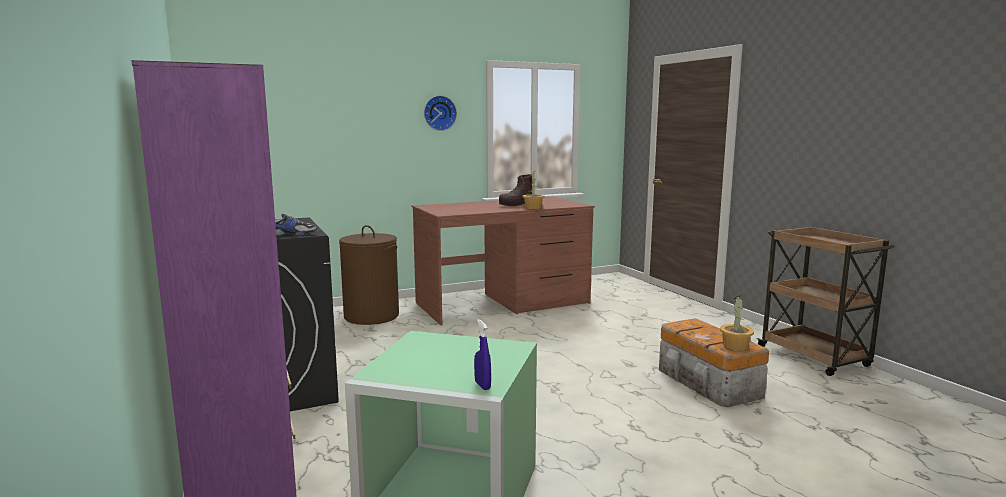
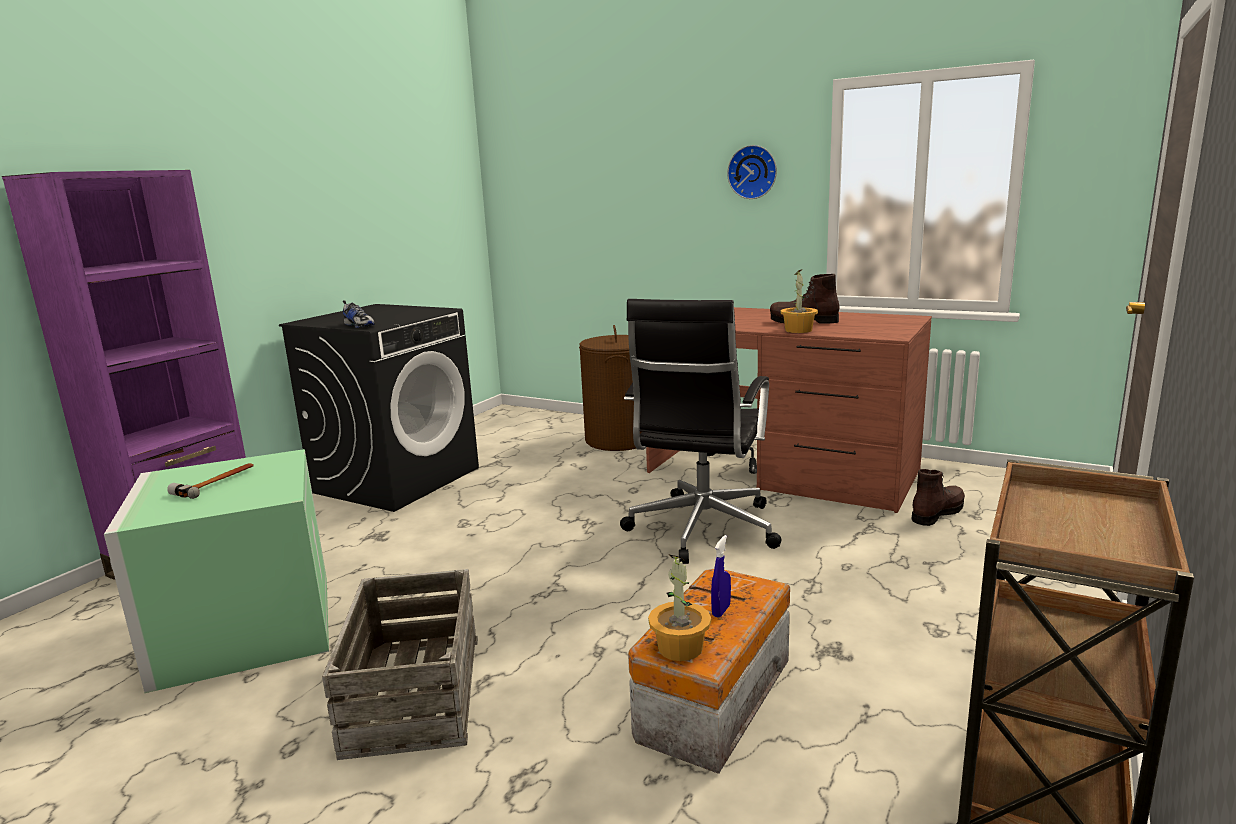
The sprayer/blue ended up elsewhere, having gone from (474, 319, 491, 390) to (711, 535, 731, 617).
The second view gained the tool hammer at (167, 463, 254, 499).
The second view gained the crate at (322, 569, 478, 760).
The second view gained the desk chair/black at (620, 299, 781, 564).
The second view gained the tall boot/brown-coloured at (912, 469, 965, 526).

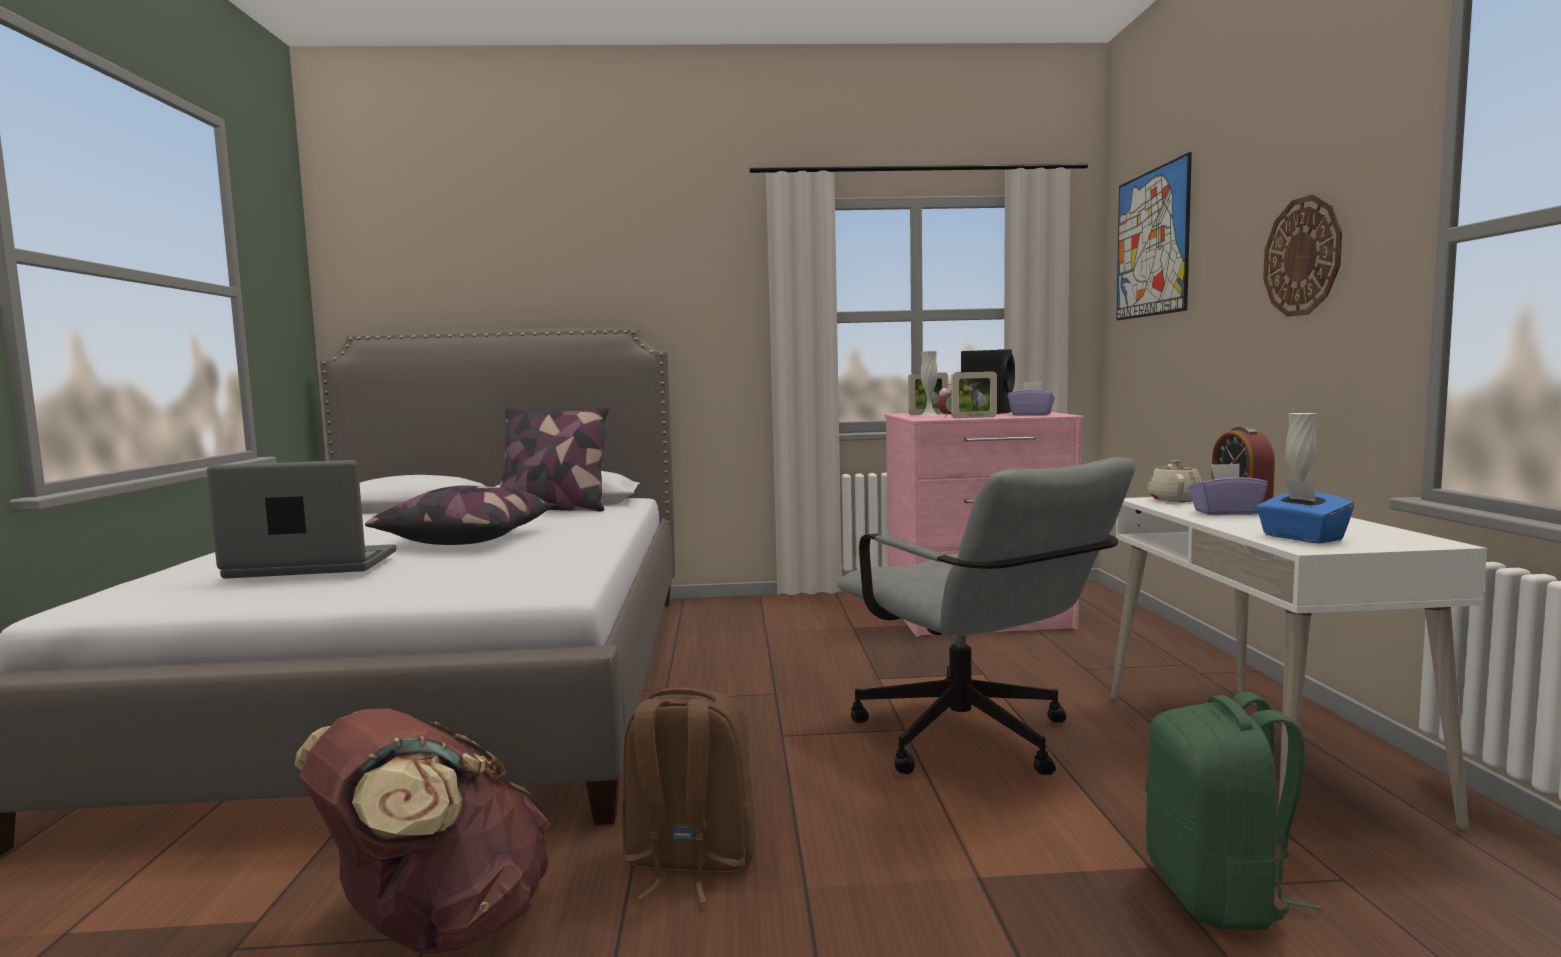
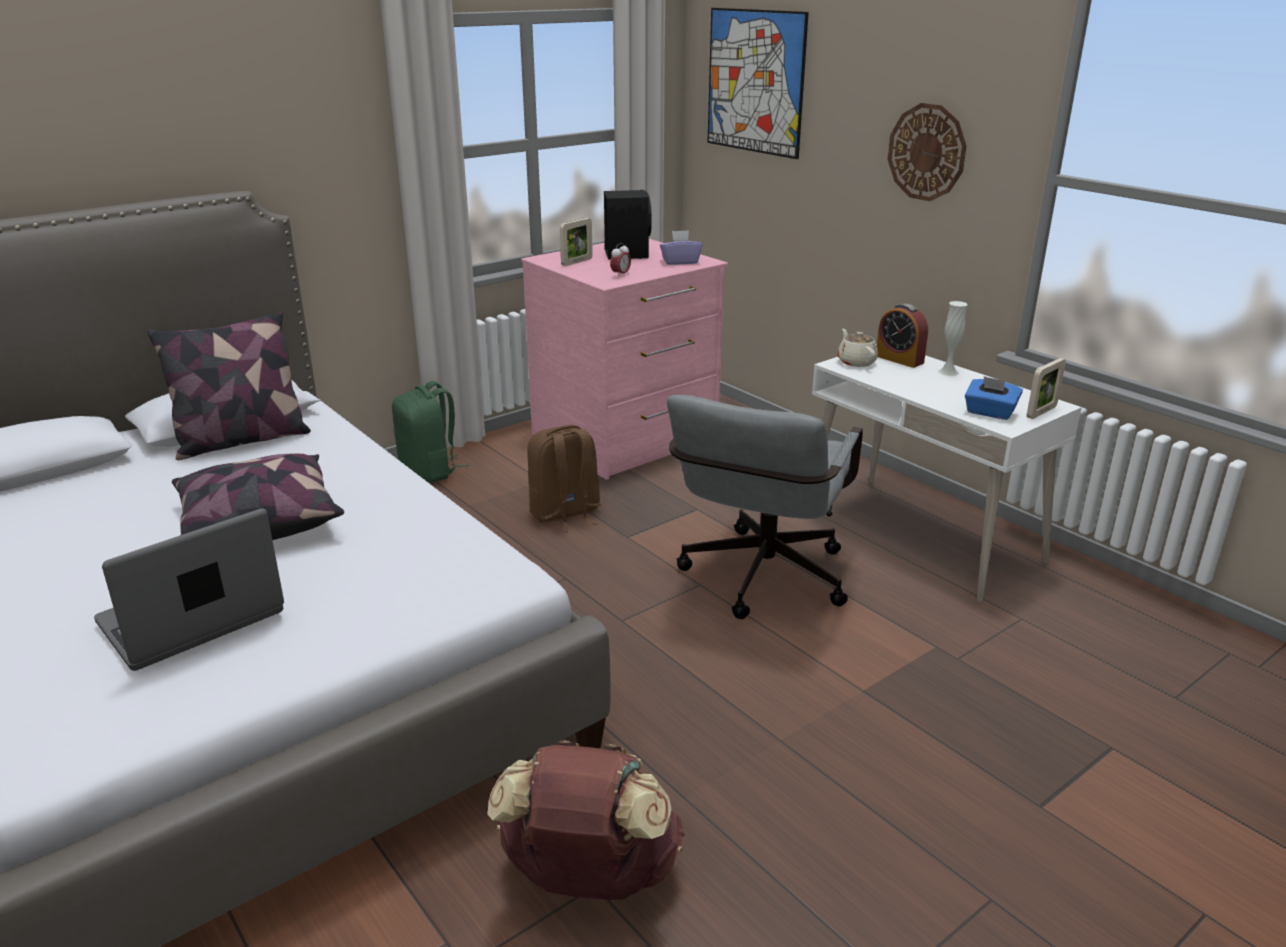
The knapsack/brown-coloured ended up elsewhere, having gone from (622, 687, 756, 904) to (527, 425, 601, 532).
The desk chair/greyish at (837, 457, 1135, 775) ended up facing another way, 90 degrees clockwise from before.
The second view lost the decorative vase/white-coloured at (920, 351, 938, 416).
The picture frame ended up elsewhere, having gone from (951, 371, 997, 418) to (1027, 358, 1066, 419).
The knapsack/green-coloured ended up elsewhere, having gone from (1146, 692, 1321, 930) to (392, 381, 469, 483).
The second view lost the tissue box/purple-coloured at (1188, 463, 1268, 515).

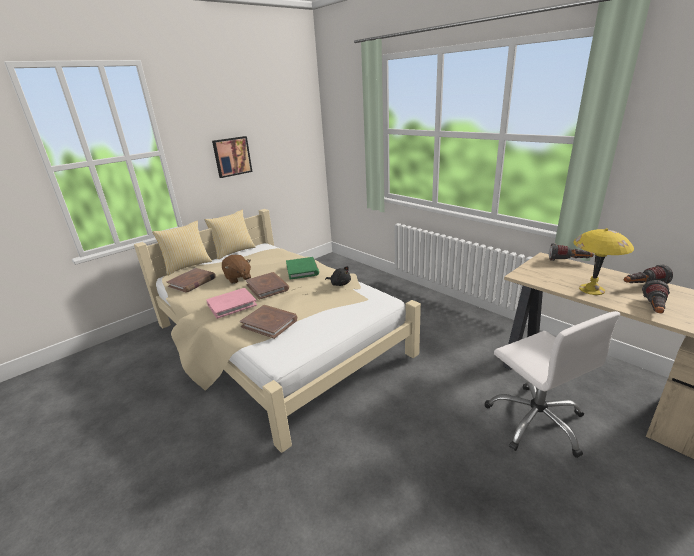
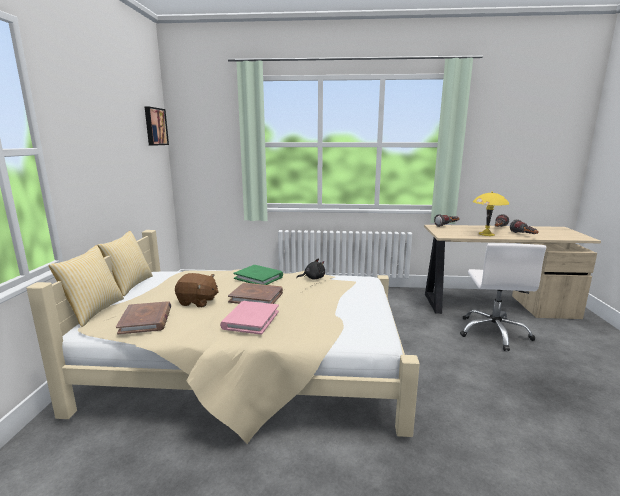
The picture ended up elsewhere, having gone from (212, 136, 252, 178) to (145, 107, 169, 146).
The second view lost the book/brown-coloured at (240, 305, 297, 339).
The desk chair/white-coloured at (484, 311, 620, 458) ended up facing another way, 75 degrees clockwise from before.

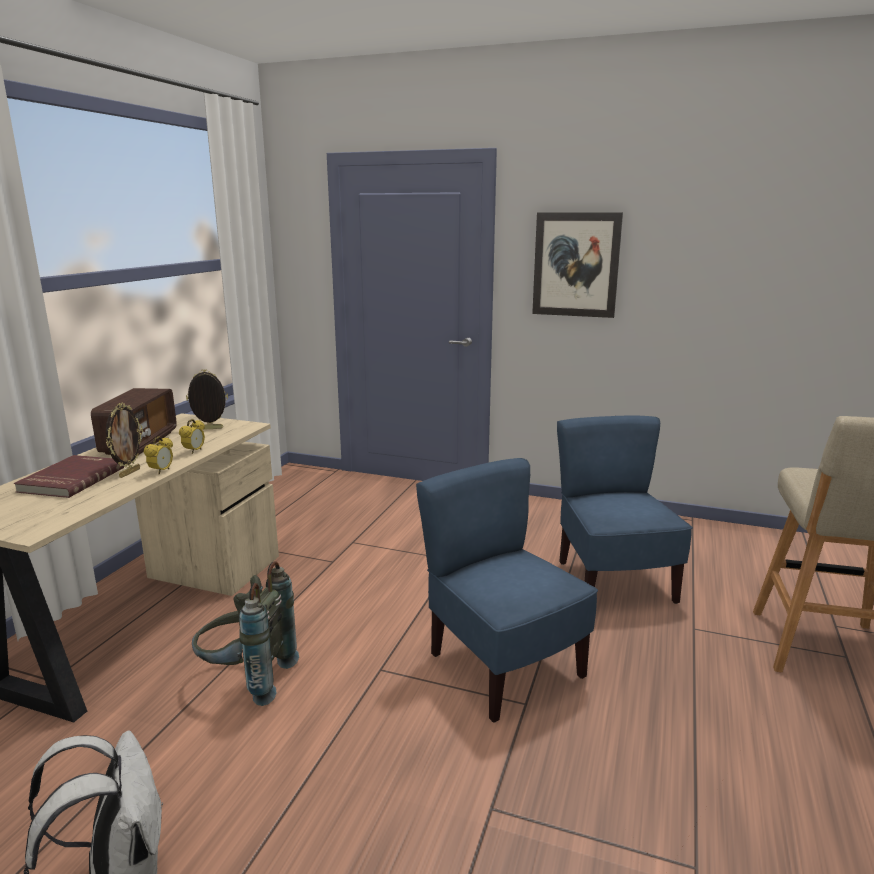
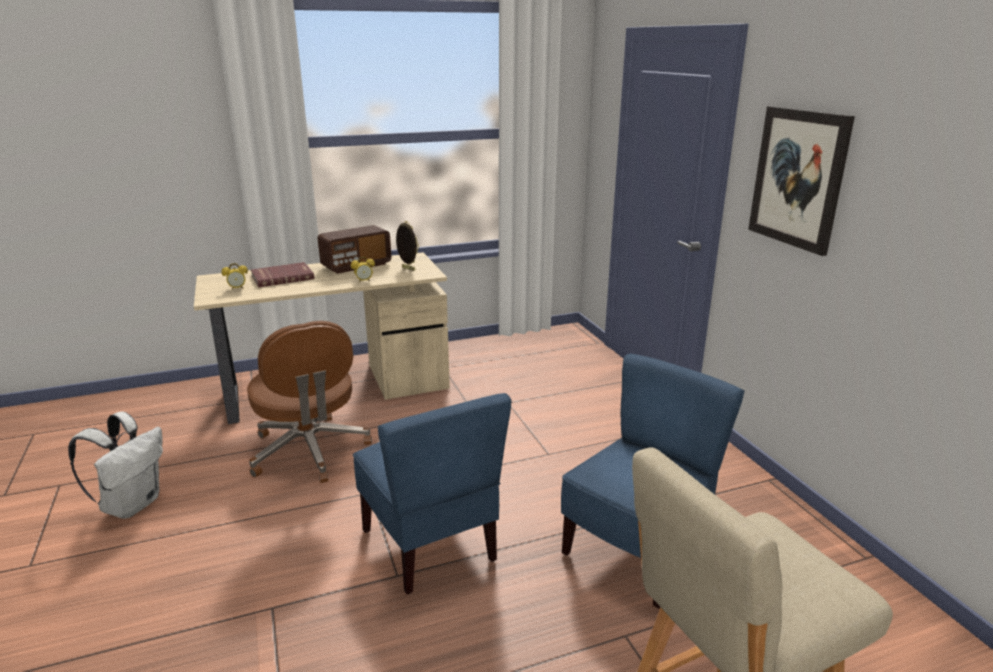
The second view lost the picture frame at (106, 403, 143, 478).
The table clock ended up elsewhere, having gone from (144, 436, 173, 474) to (221, 263, 248, 290).
Where the knapsack/greyish stood at (192, 561, 299, 706), the desk chair/brown-coloured came to stand at (247, 321, 372, 483).
The upright chair/blue at (416, 458, 598, 723) ended up facing another way, 135 degrees clockwise from before.

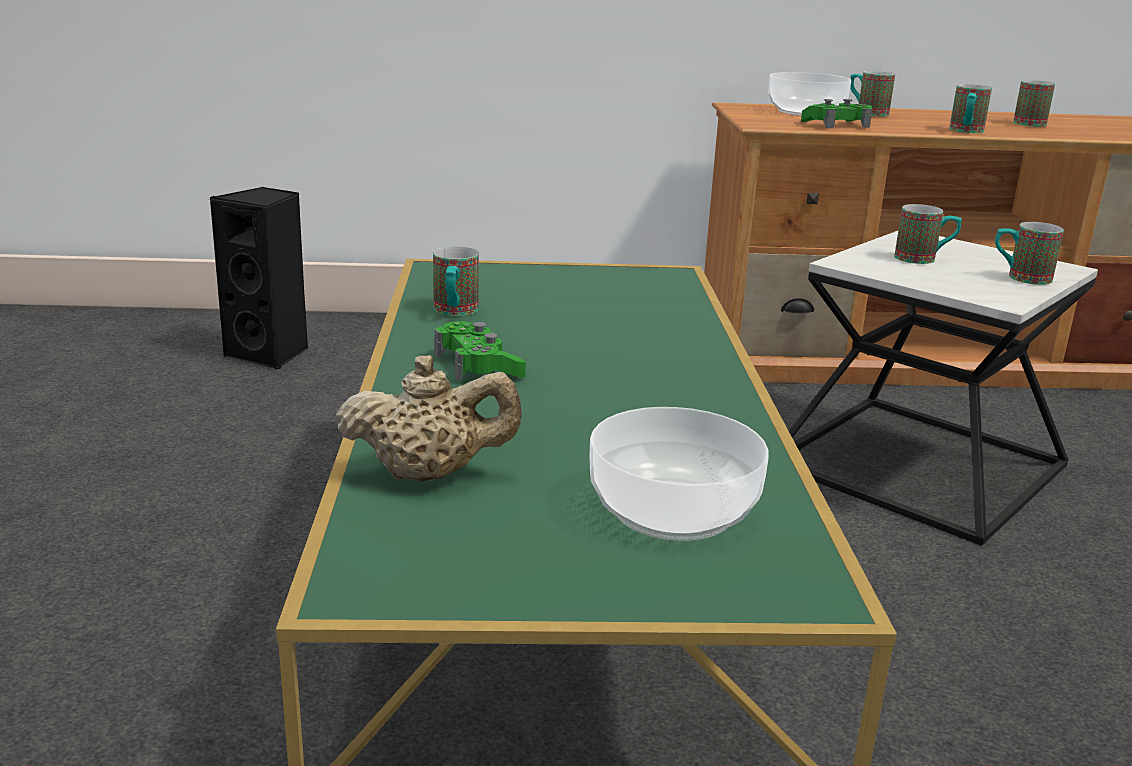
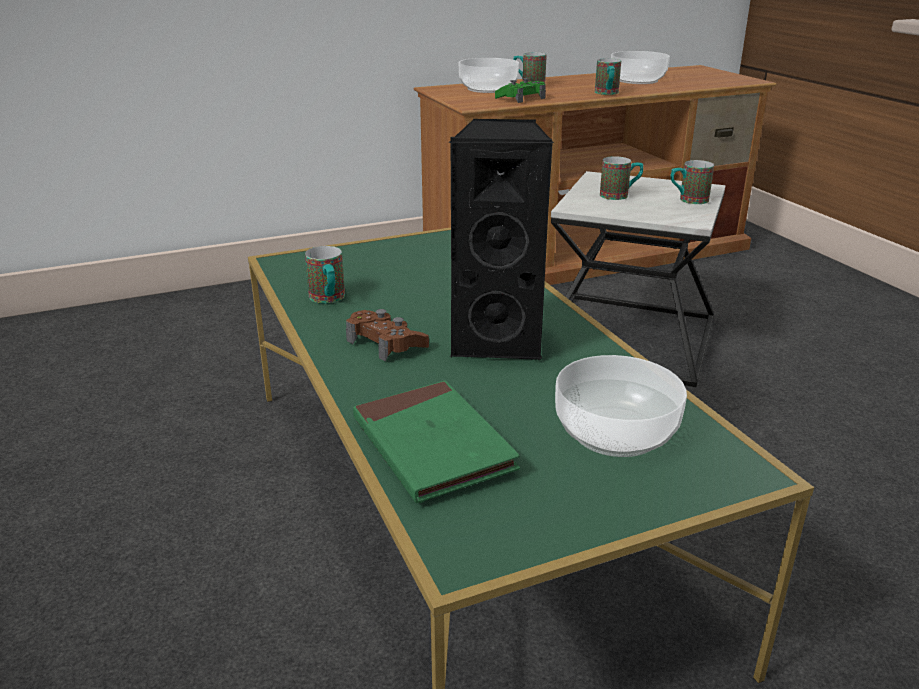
The loudspeaker/black ended up elsewhere, having gone from (210, 187, 308, 370) to (449, 118, 554, 360).
Where the teapot/sand-coloured stood at (336, 355, 522, 481), the book/green-coloured came to stand at (353, 381, 520, 503).
What was the joypad/green-coloured at (434, 321, 526, 382) turned into the joypad/brown-coloured at (346, 309, 429, 362).
Where the tea mug stood at (1013, 80, 1055, 127), the serving bowl came to stand at (611, 51, 670, 84).

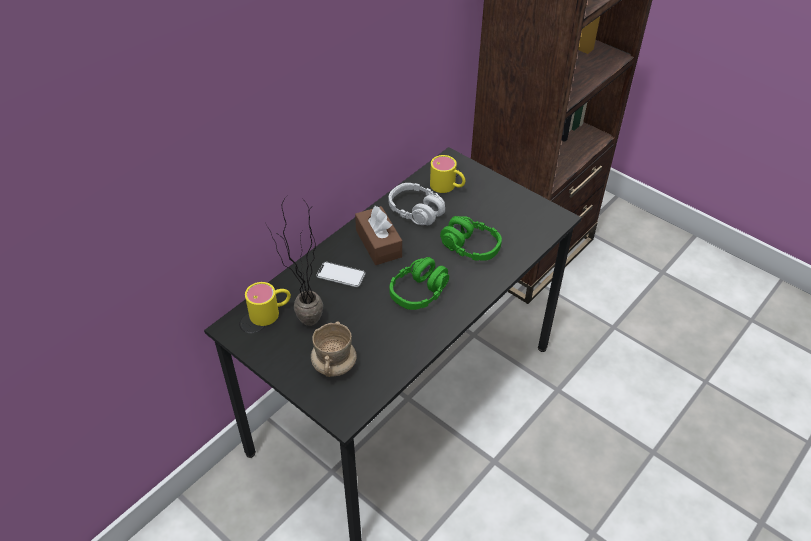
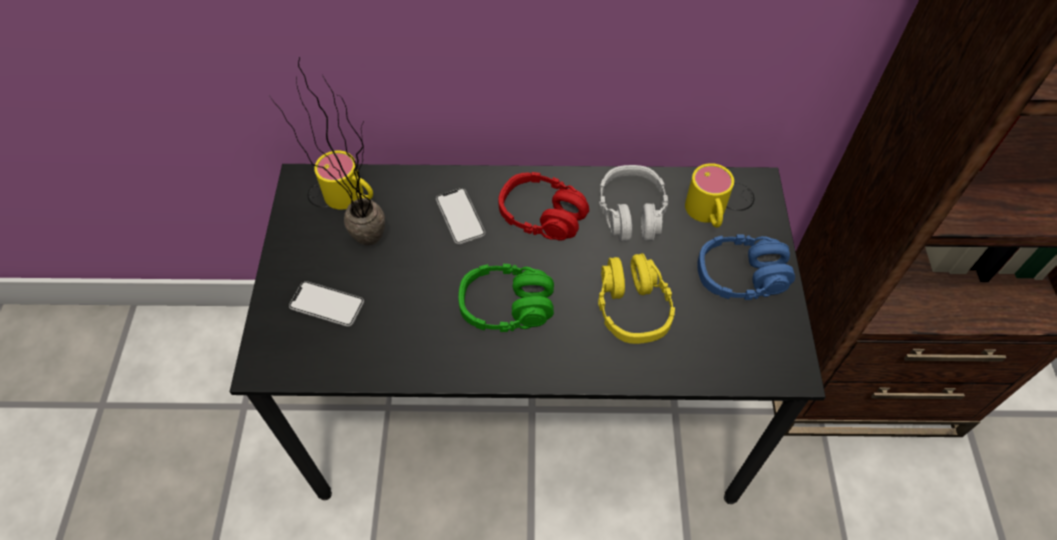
Where the tea mug/sand-coloured stood at (311, 321, 356, 377), the handset came to stand at (289, 281, 364, 327).
Where the tissue box/brown-coloured stood at (355, 206, 402, 265), the headset/red came to stand at (498, 172, 589, 241).
What was the headset/green-coloured at (440, 216, 502, 261) turned into the headset/yellow at (598, 253, 675, 344).
The second view gained the headset/blue at (697, 234, 795, 300).

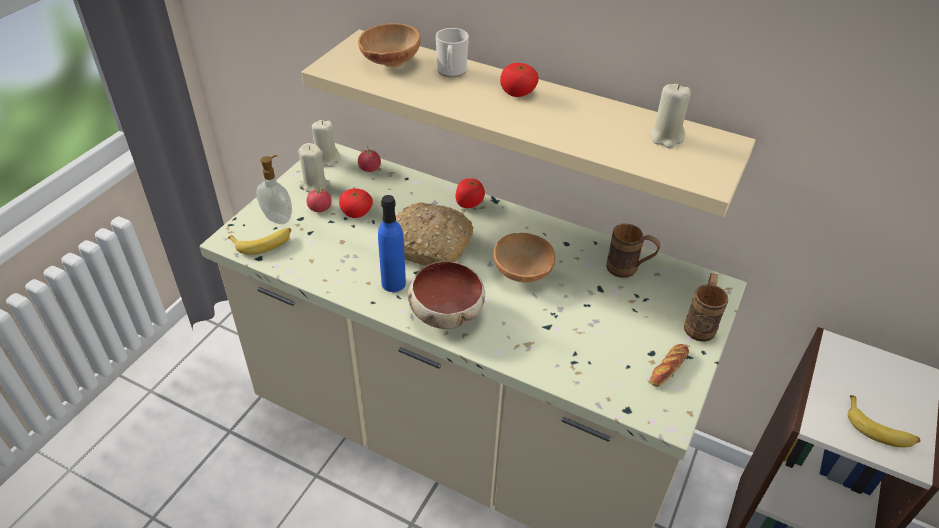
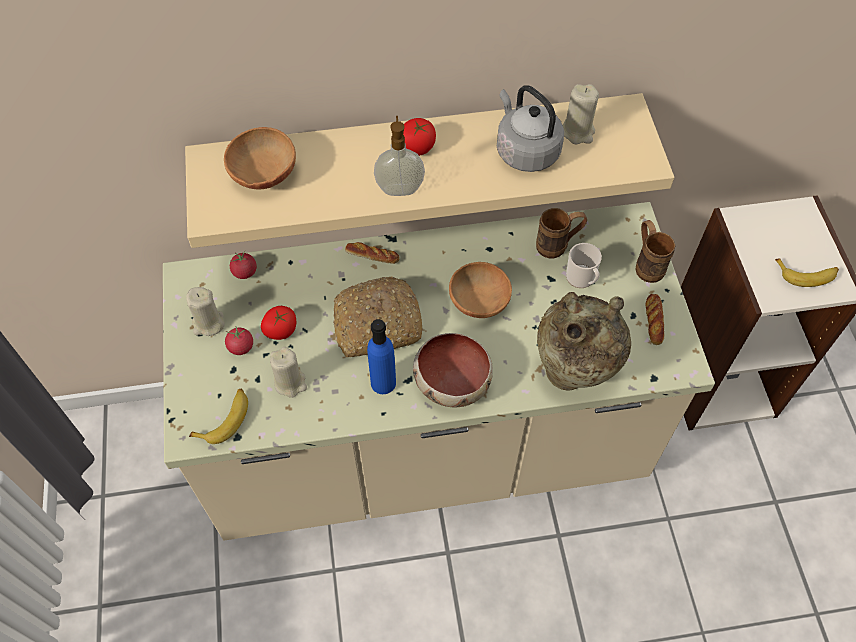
The liquid soap bottle ended up elsewhere, having gone from (256, 155, 292, 224) to (374, 116, 425, 196).
The candle/sand-coloured ended up elsewhere, having gone from (312, 120, 340, 167) to (270, 347, 307, 398).
The tea mug ended up elsewhere, having gone from (436, 28, 469, 77) to (566, 243, 602, 288).
Where the tomato stood at (455, 178, 485, 208), the bread came to stand at (345, 242, 399, 264).
The second view gained the kettle/greyish at (497, 85, 564, 172).
The second view gained the decorative vase/sand-coloured at (537, 292, 631, 390).

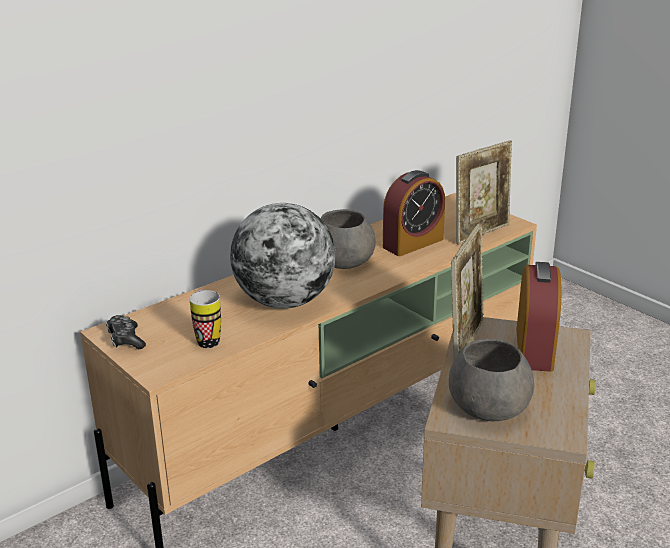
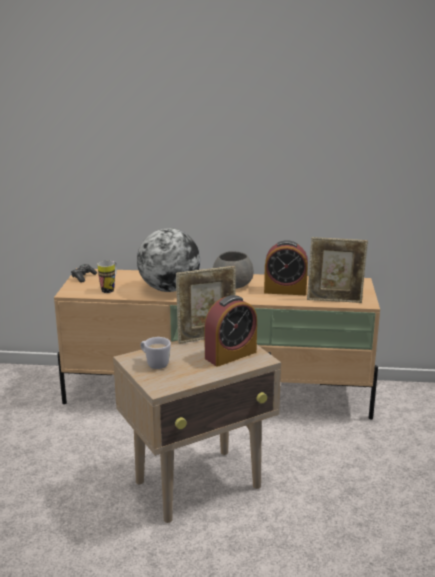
Where the serving bowl/greyish stood at (449, 339, 534, 421), the tea mug/white-coloured came to stand at (140, 337, 171, 369).

